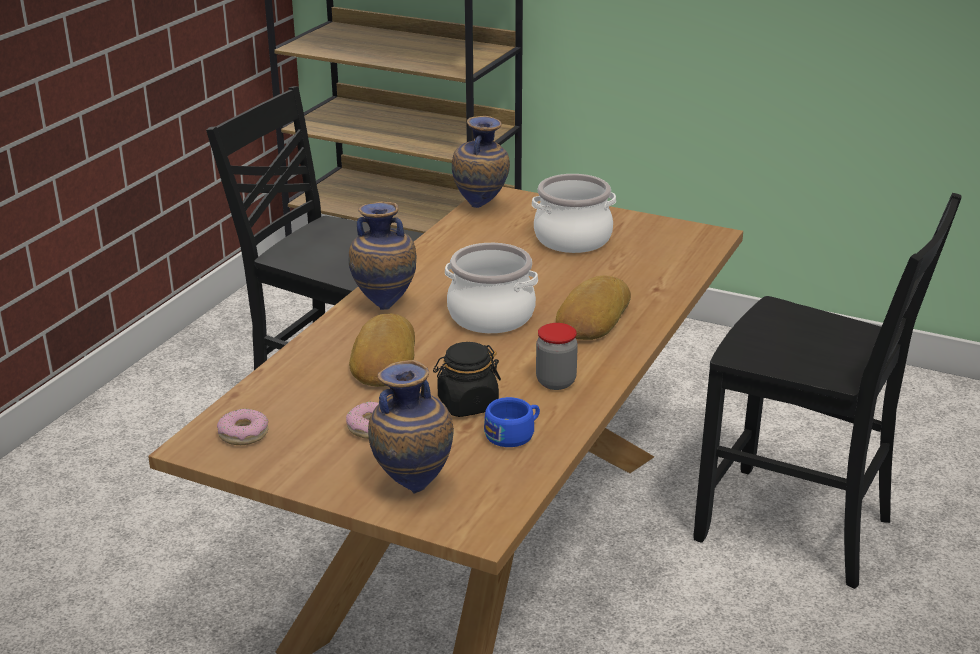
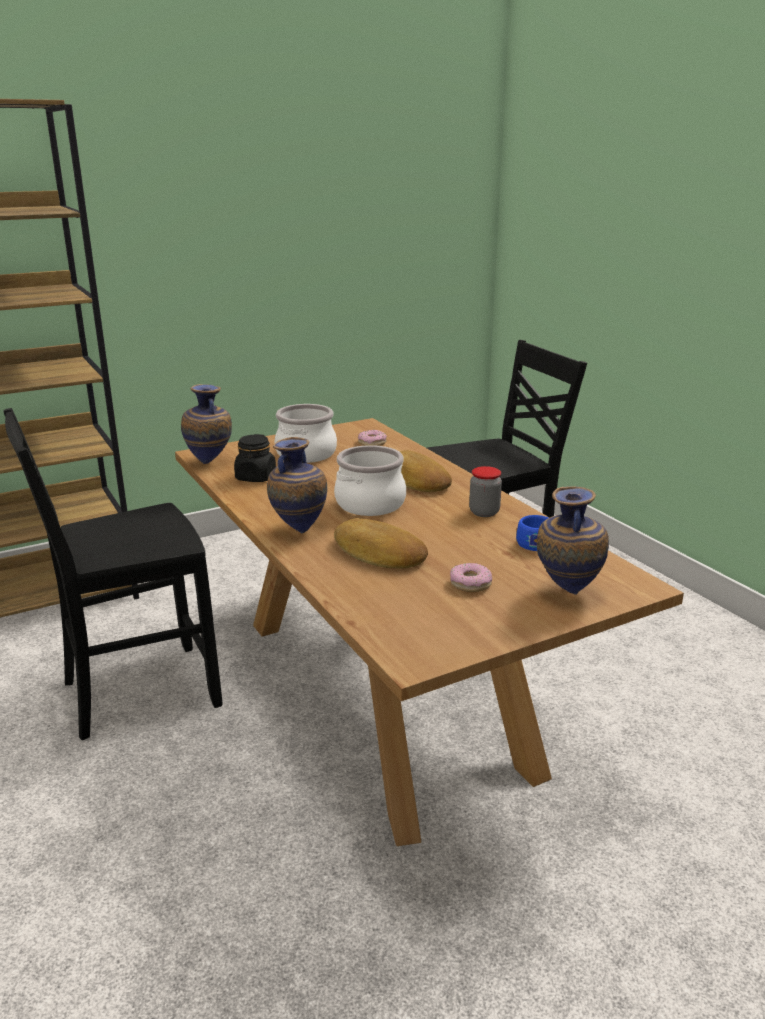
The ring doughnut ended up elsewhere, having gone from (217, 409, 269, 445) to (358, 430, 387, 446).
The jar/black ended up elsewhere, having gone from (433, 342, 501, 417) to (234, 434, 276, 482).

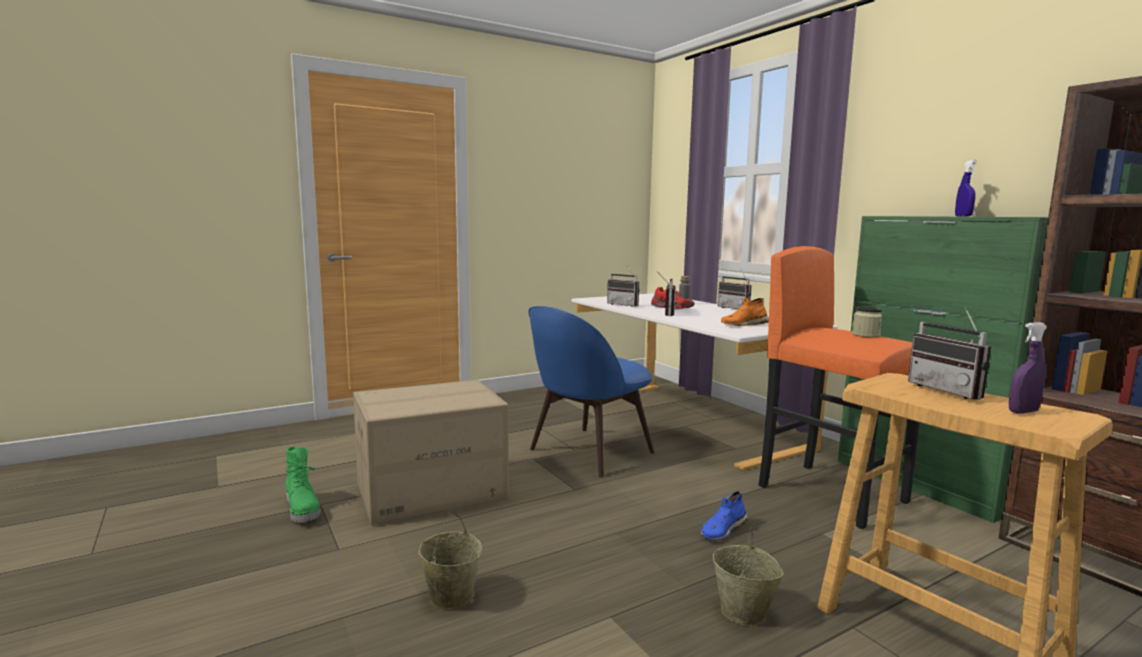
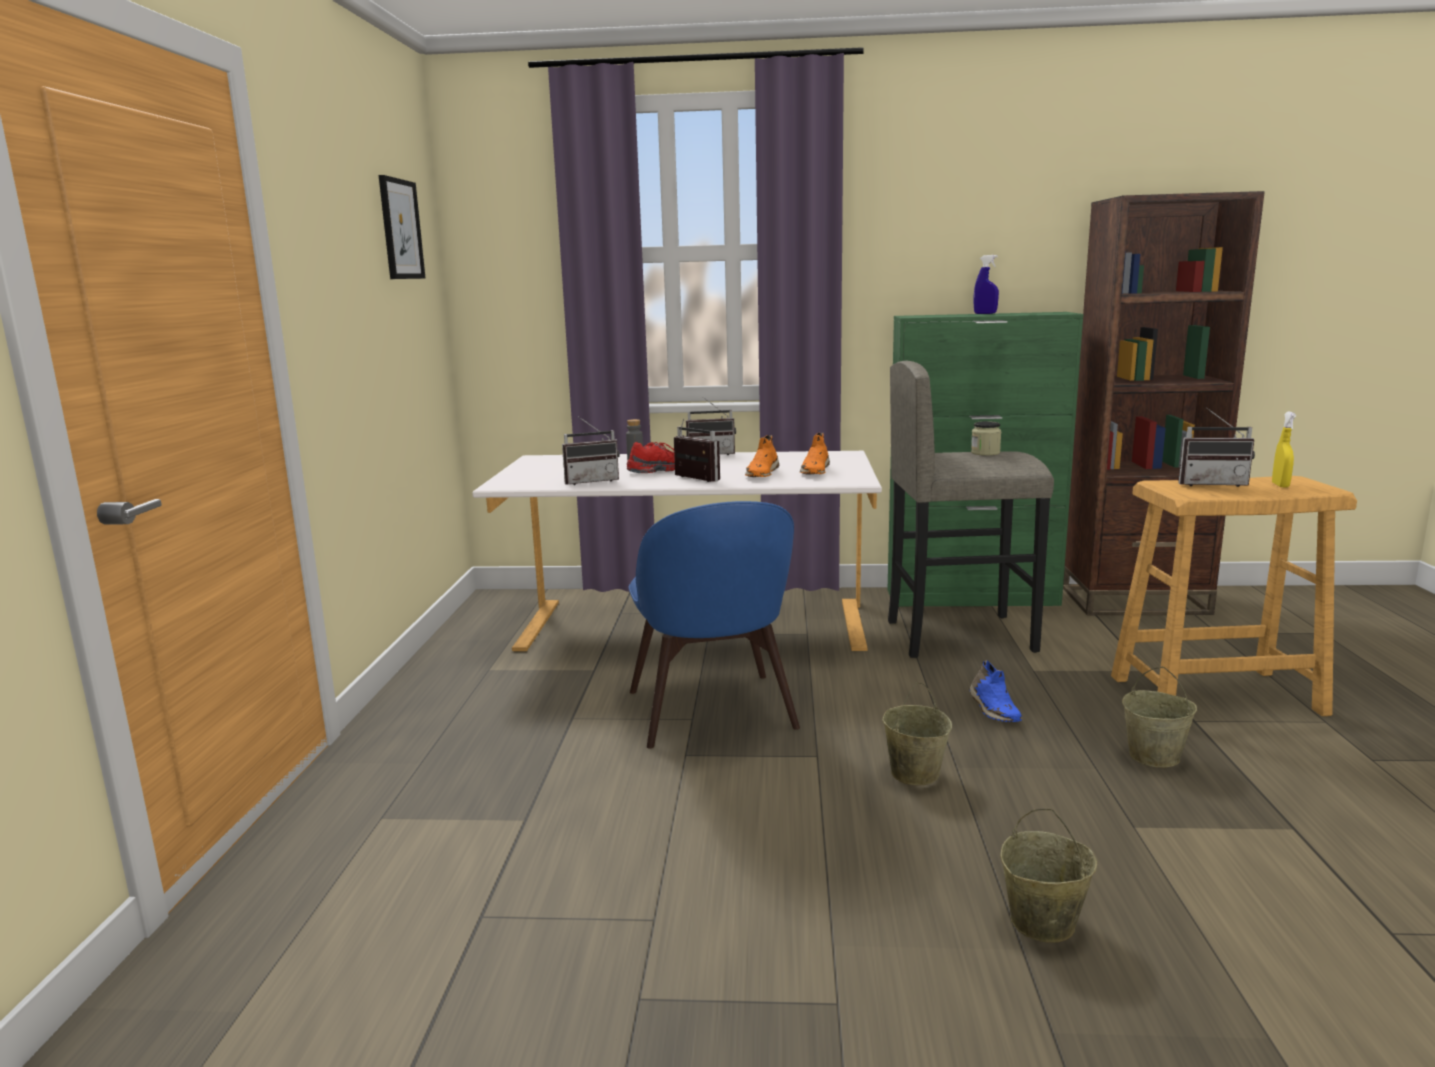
The second view lost the tall boot/green-coloured at (284, 447, 321, 523).
The second view lost the carton at (353, 380, 509, 525).
What was the sitting stool/orangey at (758, 246, 919, 529) turned into the sitting stool/greyish at (888, 361, 1054, 658).
What was the sprayer/purple-coloured at (1009, 322, 1047, 413) turned into the sprayer/yellow at (1272, 411, 1296, 488).
The second view gained the picture at (379, 175, 426, 279).
The second view gained the low shoe/orangey at (745, 435, 780, 477).
The second view gained the pail/sand-coloured at (882, 682, 952, 786).

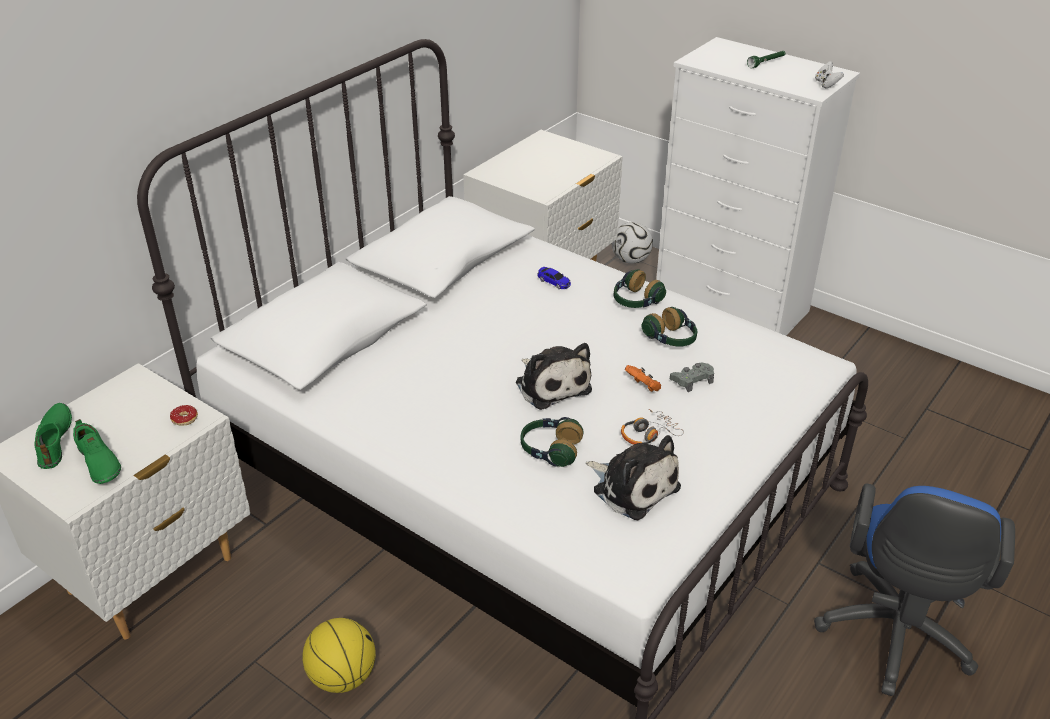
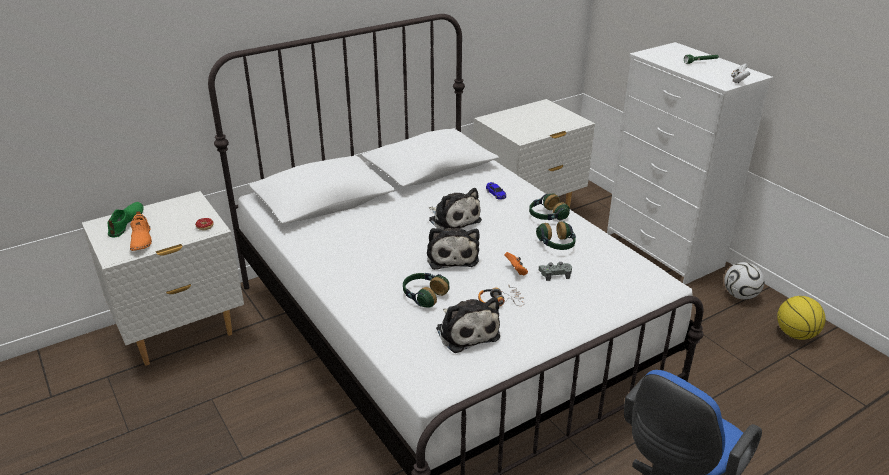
What was the low shoe/green-coloured at (73, 419, 121, 484) turned into the low shoe/orangey at (130, 211, 152, 251).
The ball for basketball ended up elsewhere, having gone from (302, 618, 376, 693) to (777, 296, 826, 340).
The ball for football ended up elsewhere, having gone from (611, 222, 653, 264) to (724, 262, 765, 300).
The second view gained the soft toy at (429, 188, 482, 230).

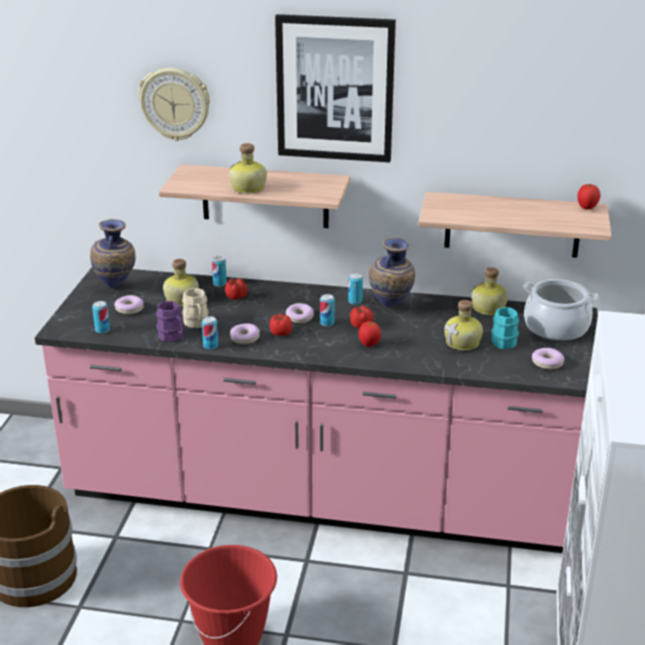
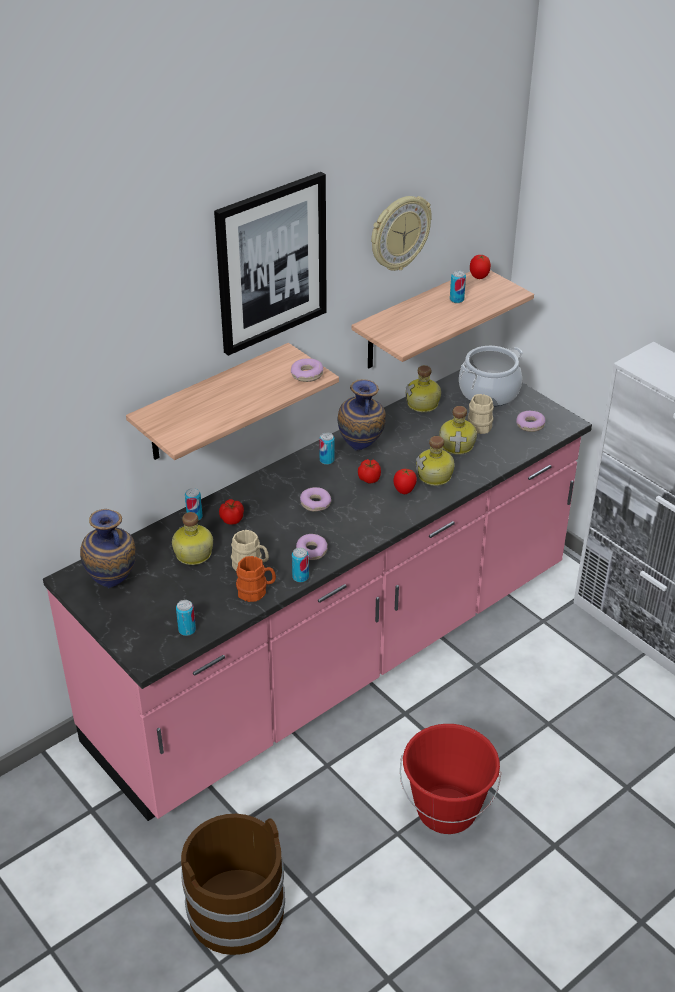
The ring doughnut ended up elsewhere, having gone from (114, 295, 144, 315) to (291, 358, 323, 382).
The clock on the wall ended up elsewhere, having gone from (138, 68, 210, 141) to (371, 196, 432, 271).
What was the tea mug/purple-coloured at (156, 301, 184, 342) turned into the tea mug/orangey at (236, 556, 276, 602).
The bottle ended up elsewhere, having gone from (229, 143, 267, 194) to (416, 436, 455, 486).
The second view lost the tomato at (270, 314, 292, 336).
The sealed can ended up elsewhere, having gone from (320, 294, 335, 326) to (450, 270, 466, 303).
What was the tea mug/blue-green at (491, 307, 519, 349) turned into the tea mug/sand-coloured at (468, 394, 494, 434).

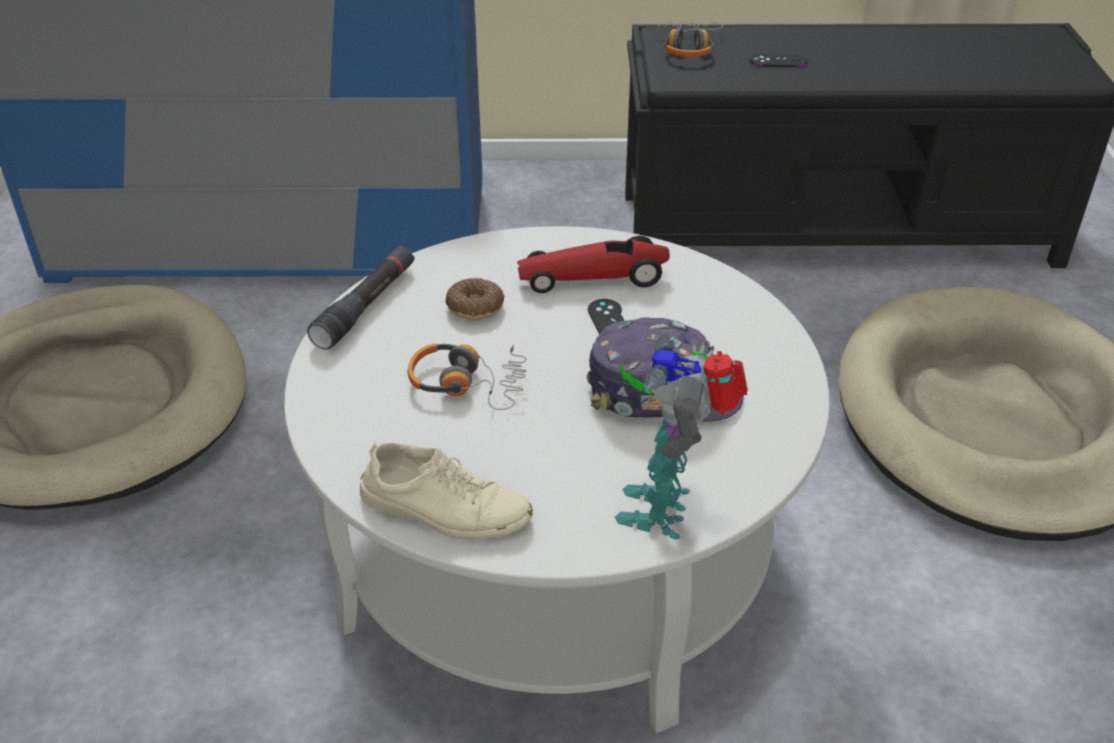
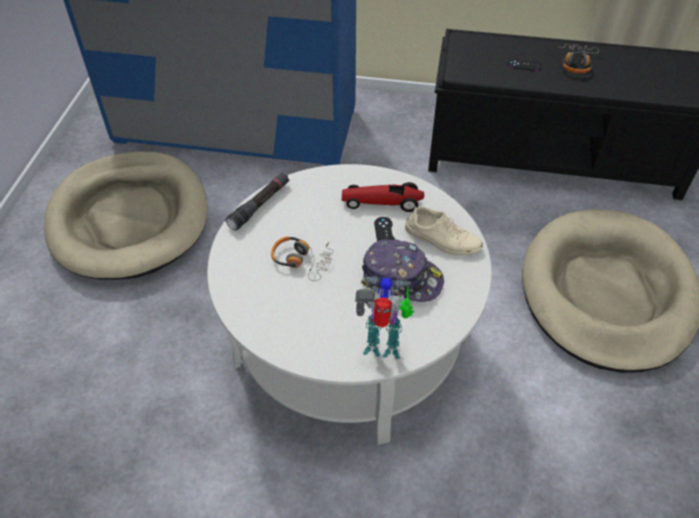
The low shoe/sand-coloured ended up elsewhere, having gone from (360, 441, 533, 540) to (405, 206, 483, 255).
The second view lost the ring doughnut at (445, 278, 505, 320).
The robot figure at (615, 332, 748, 540) ended up facing another way, 75 degrees clockwise from before.
The headset ended up elsewhere, having gone from (655, 21, 723, 57) to (560, 44, 599, 73).

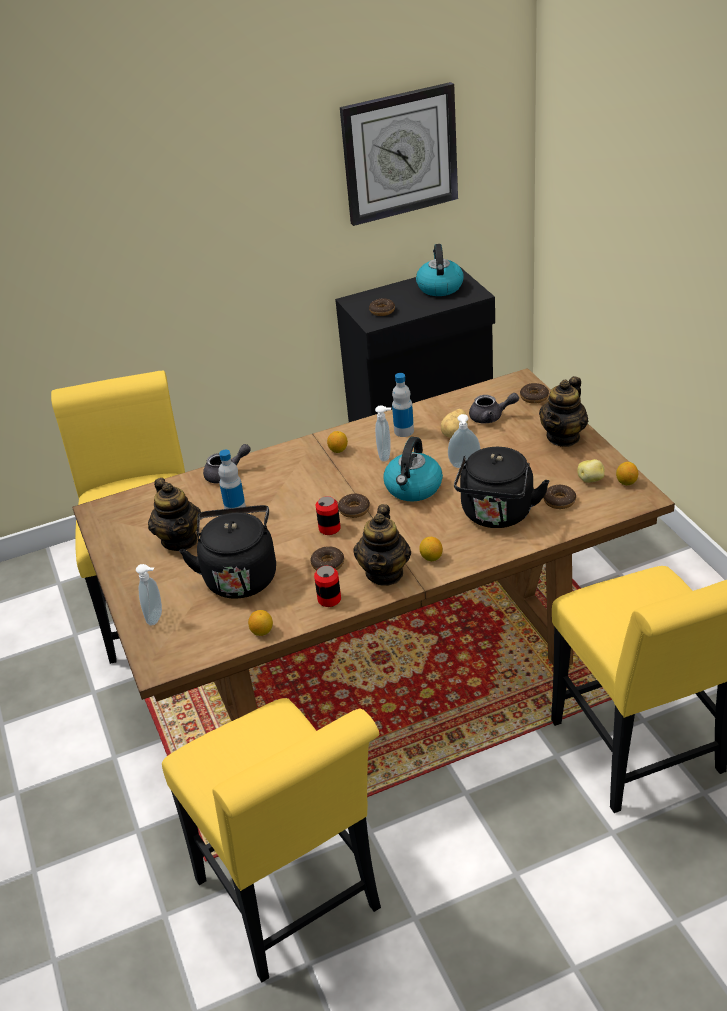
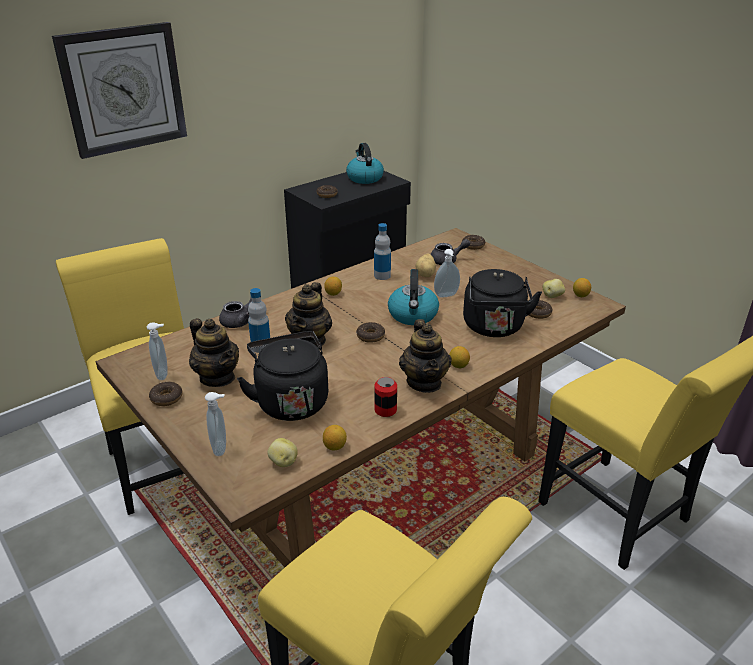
The ring doughnut ended up elsewhere, having gone from (310, 546, 344, 571) to (149, 382, 183, 406).
The second view lost the sealed can at (316, 496, 341, 535).
The clock on the wall ended up elsewhere, having gone from (340, 82, 458, 226) to (52, 22, 187, 159).
The liquid soap bottle ended up elsewhere, having gone from (375, 405, 391, 462) to (147, 322, 168, 380).
The teapot ended up elsewhere, having gone from (539, 376, 588, 447) to (285, 282, 332, 347).
The second view gained the whole potato at (268, 438, 298, 467).

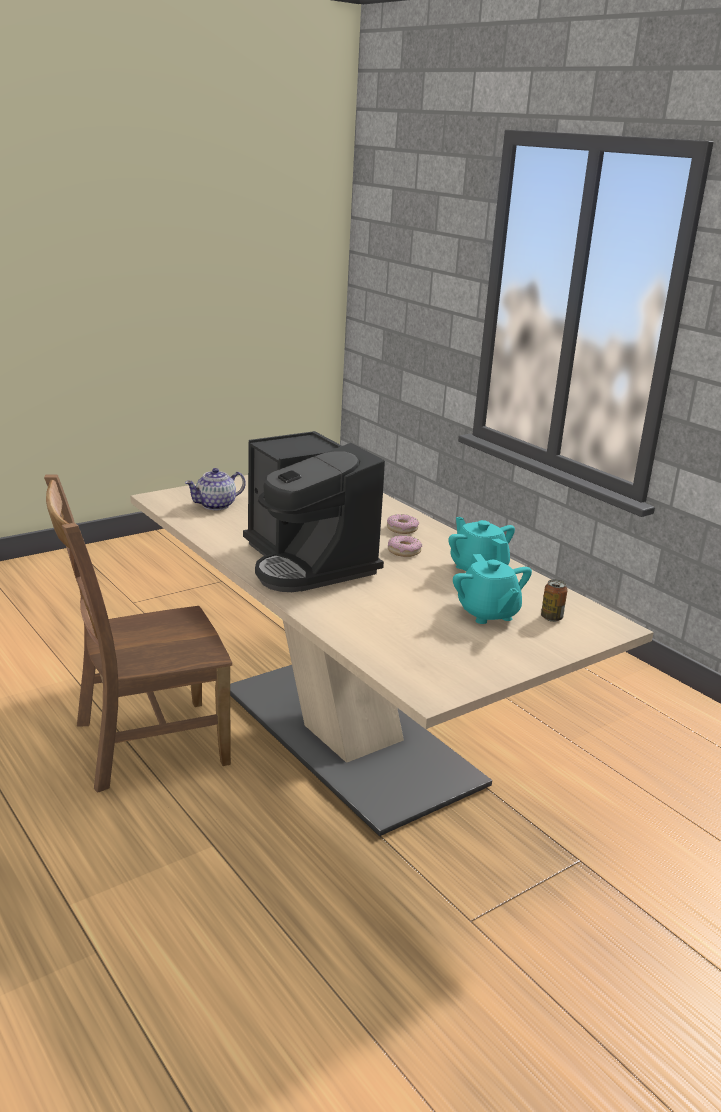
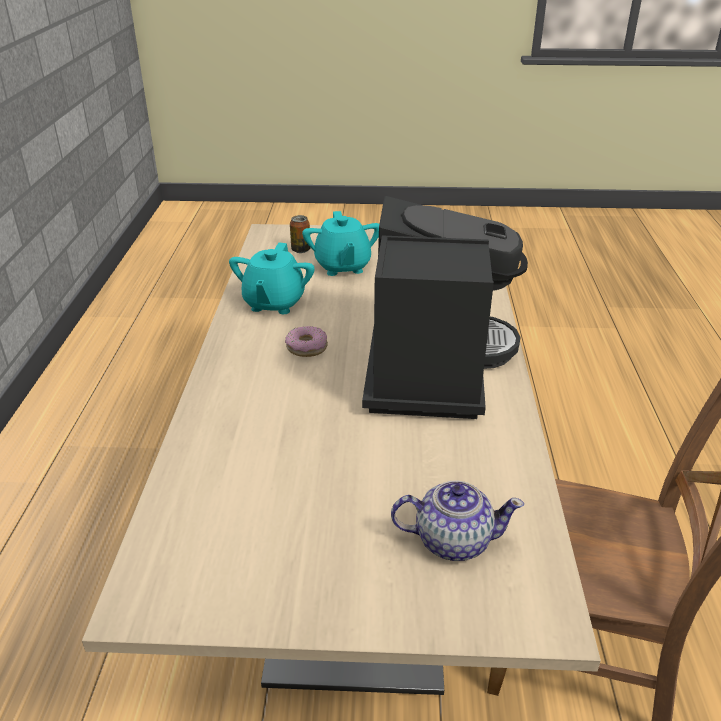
The second view lost the ring doughnut at (387, 514, 419, 534).
The teapot/blue-green at (453, 554, 532, 624) ended up facing another way, 150 degrees clockwise from before.

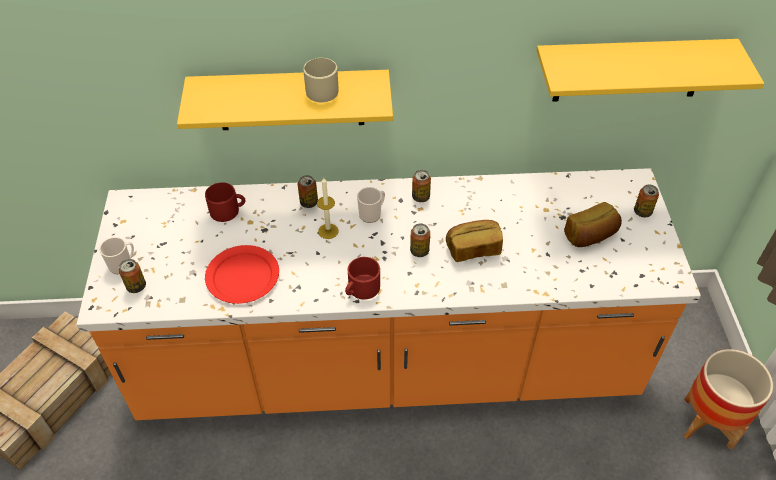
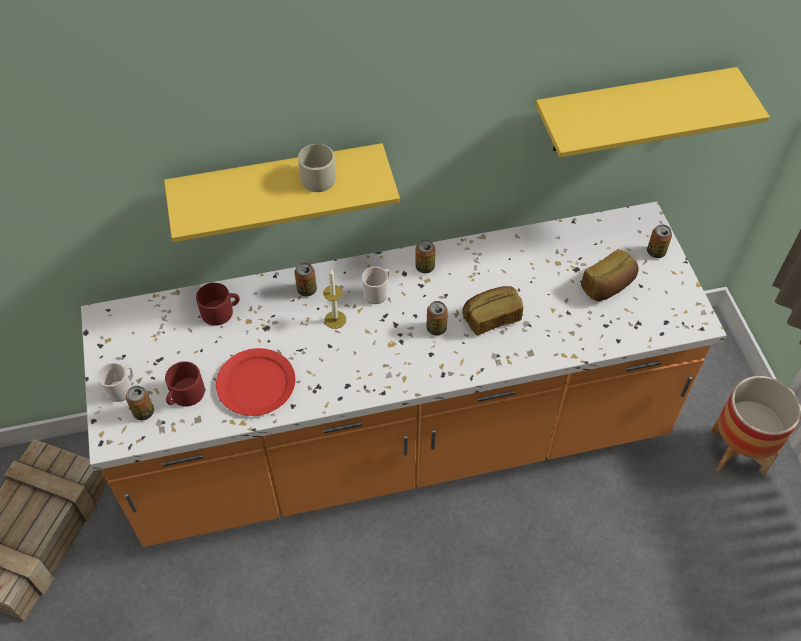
The tea mug/red ended up elsewhere, having gone from (345, 257, 380, 300) to (165, 361, 205, 407).

